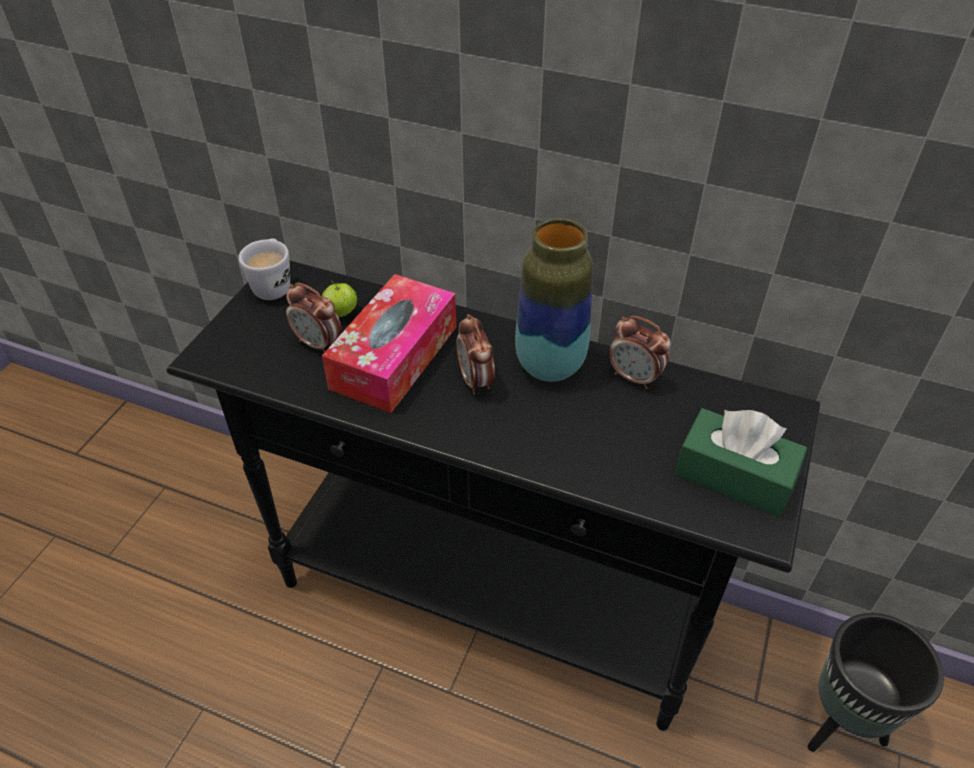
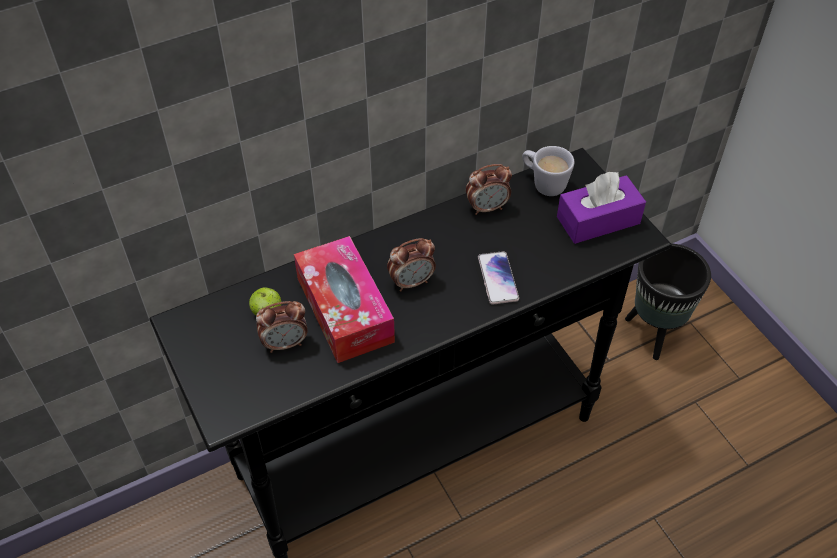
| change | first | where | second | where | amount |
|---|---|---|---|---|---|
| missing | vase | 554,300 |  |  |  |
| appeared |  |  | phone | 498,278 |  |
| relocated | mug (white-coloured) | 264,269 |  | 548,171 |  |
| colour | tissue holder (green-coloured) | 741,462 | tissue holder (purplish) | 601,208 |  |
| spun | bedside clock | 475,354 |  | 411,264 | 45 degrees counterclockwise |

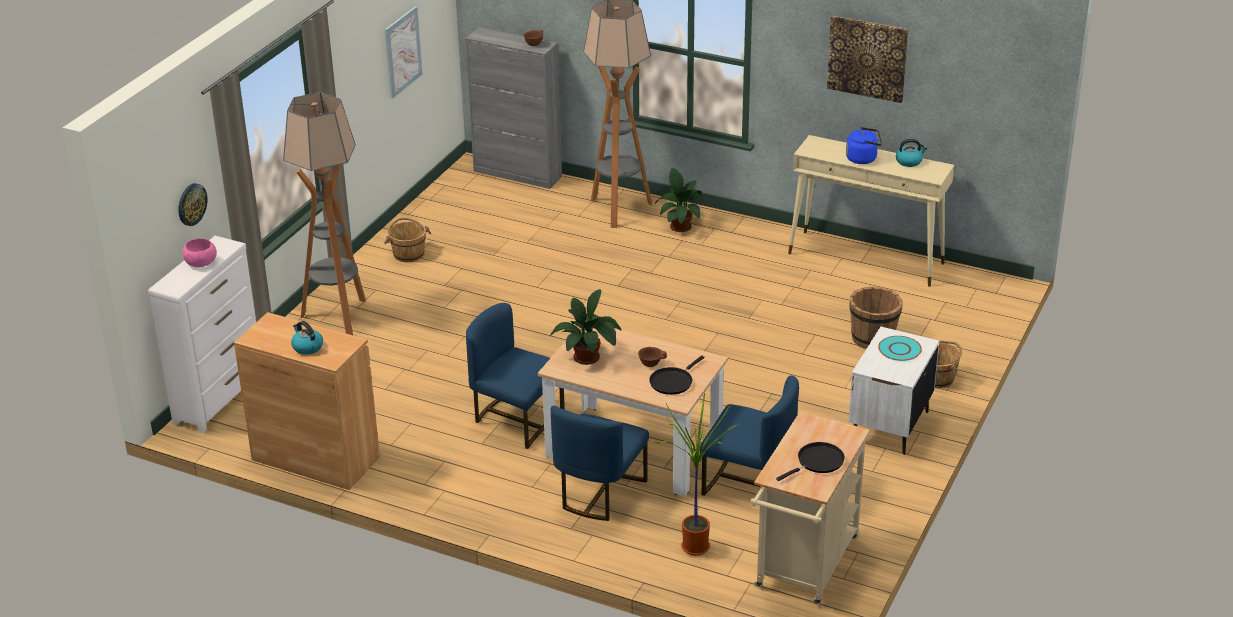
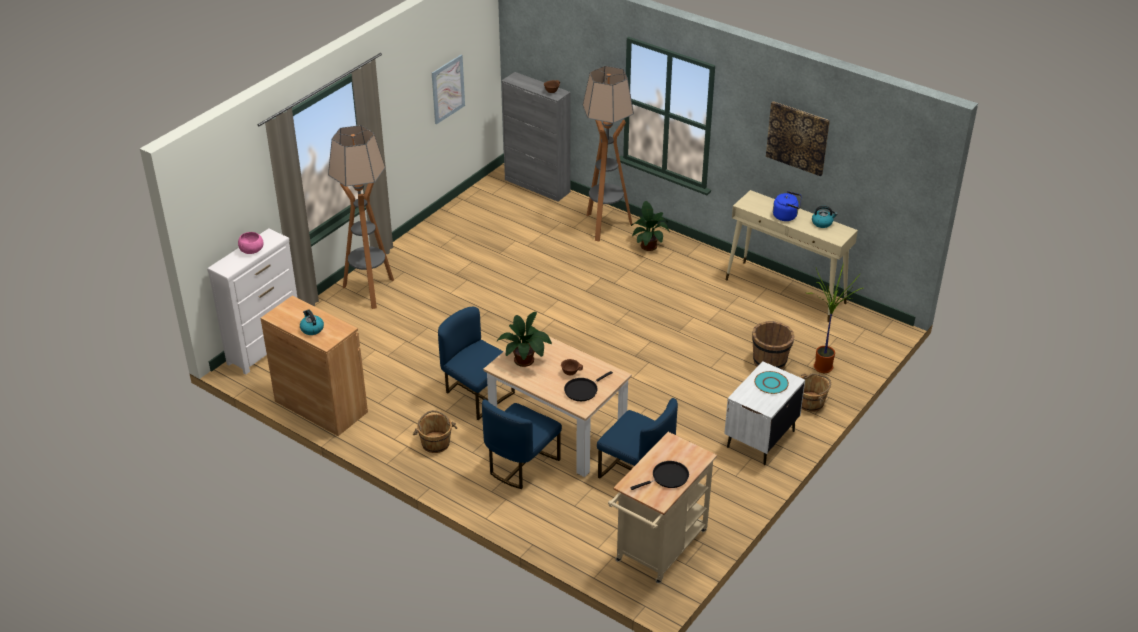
| change | first | where | second | where | amount |
|---|---|---|---|---|---|
| missing | wall clock | 193,204 |  |  |  |
| relocated | water bucket (brown-coloured) | 407,240 |  | 435,431 |  |
| relocated | plant in a pot | 696,474 |  | 834,318 |  |

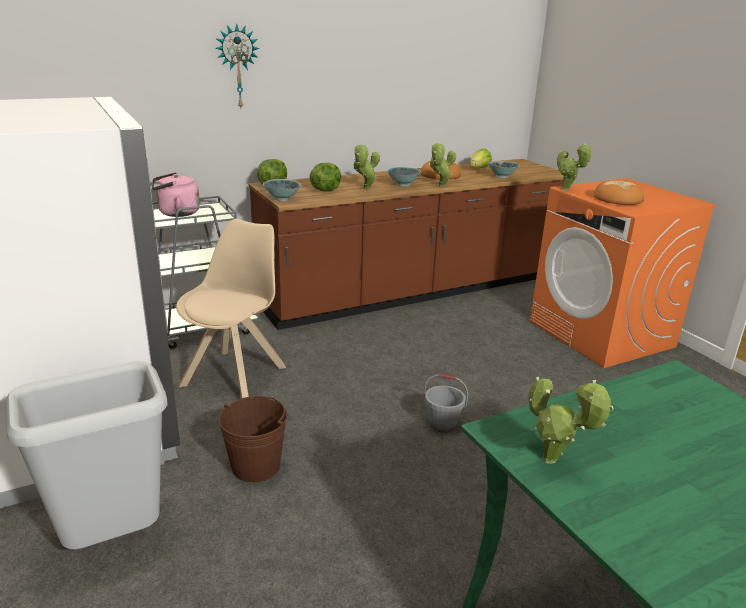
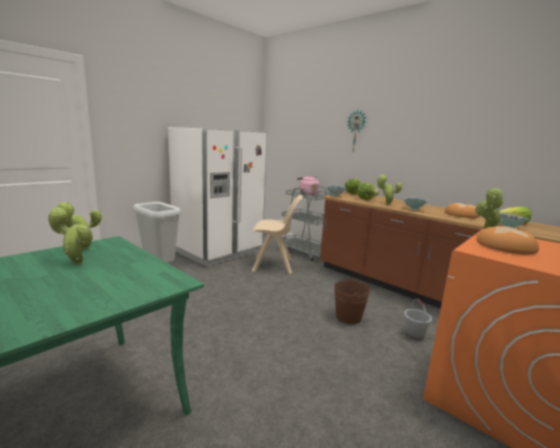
| change | first | where | second | where | amount |
|---|---|---|---|---|---|
| relocated | water bucket (brown-coloured) | 253,439 |  | 352,301 |  |
| relocated | water bucket (grey) | 445,403 |  | 418,319 |  |
| relocated | plant in a pot | 443,165 |  | 69,236 |  |

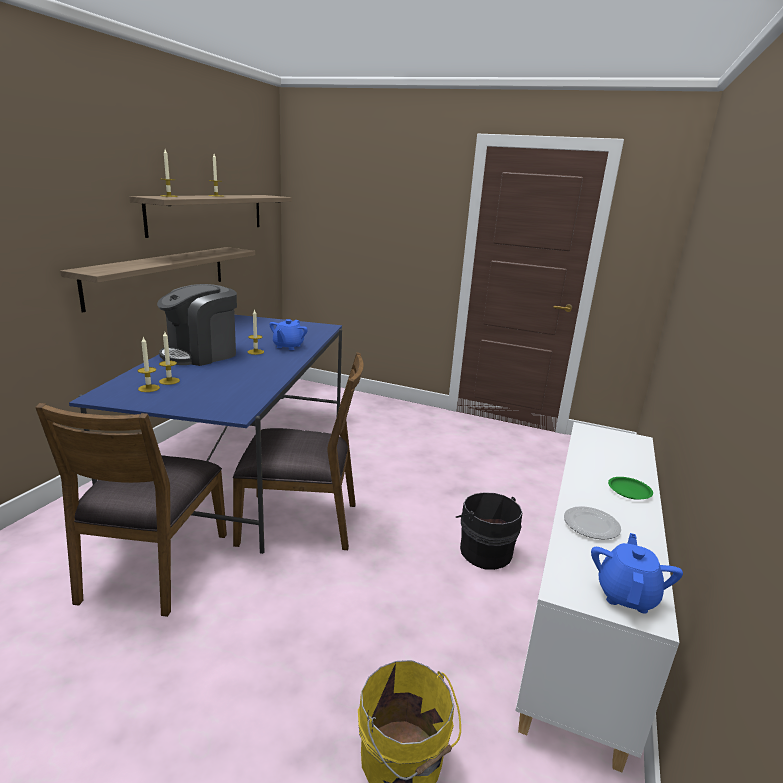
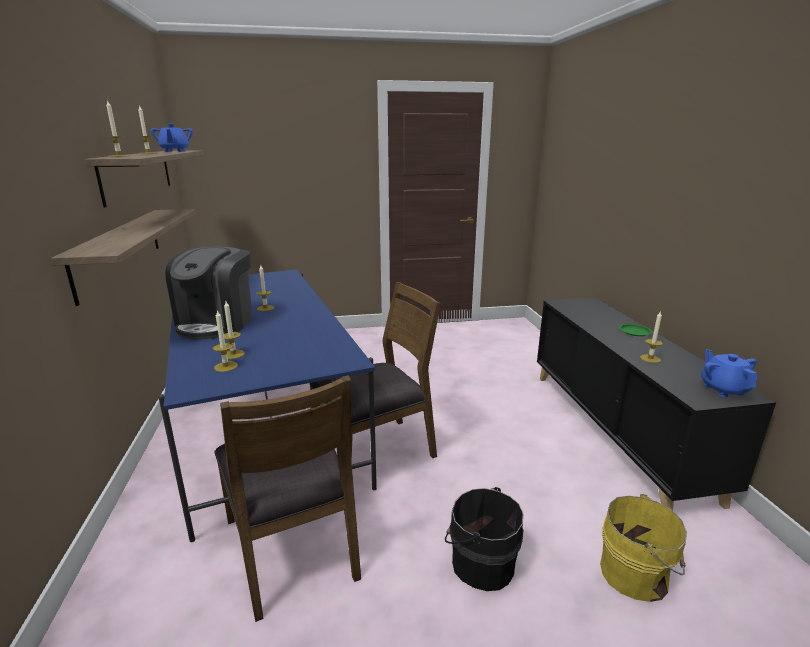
| change | first | where | second | where | amount |
|---|---|---|---|---|---|
| relocated | pot for tea (bluish) | 288,334 |  | 172,138 |  |
| relocated | water bucket (blackish) | 489,531 |  | 484,539 |  |
| exchanged | flat dish | 592,523 | wax light | 651,337 |  |
| colour | cupboard (white-coloured) | 597,597 | cupboard (blackish) | 656,403 |  |

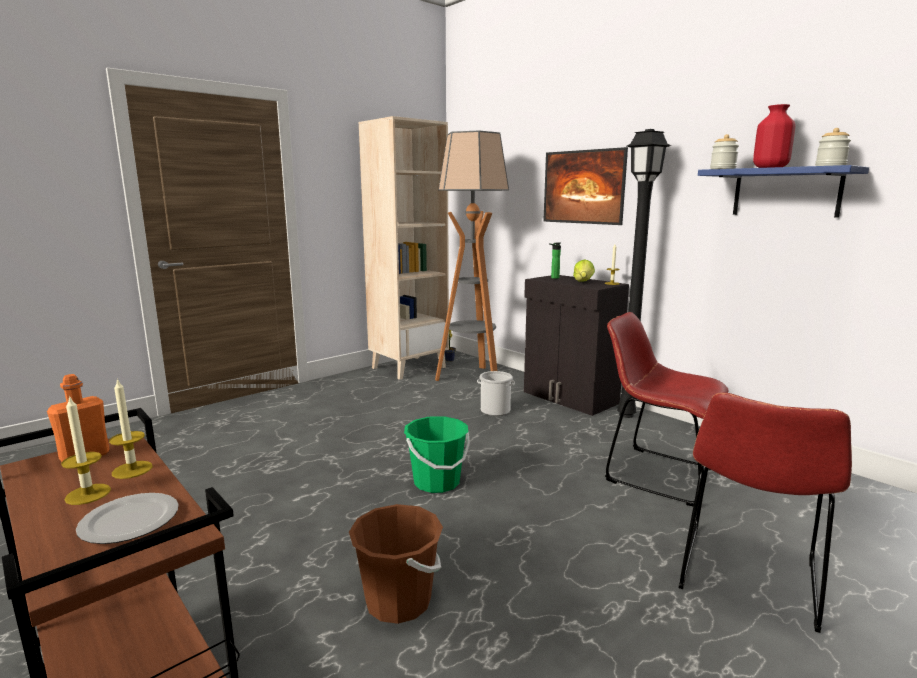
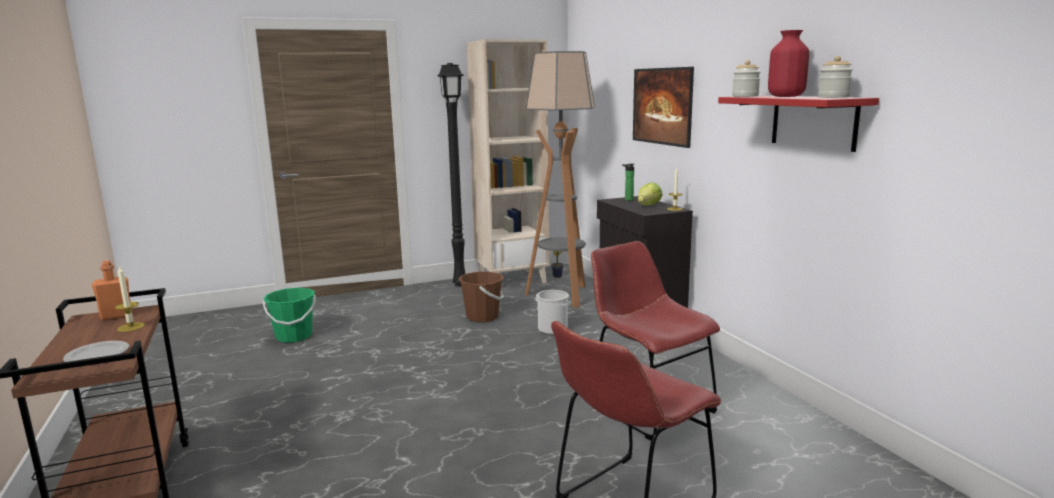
| change | first | where | second | where | amount |
|---|---|---|---|---|---|
| missing | wax light | 86,450 |  |  |  |
| relocated | water bucket (brown-coloured) | 396,564 |  | 481,297 |  |
| relocated | water bucket (green-coloured) | 437,454 |  | 289,315 |  |
| relocated | standing lamp (blackish) | 644,273 |  | 451,175 |  |
| colour | bracket shelf (bluish) | 783,191 | bracket shelf (red-coloured) | 798,124 |  |

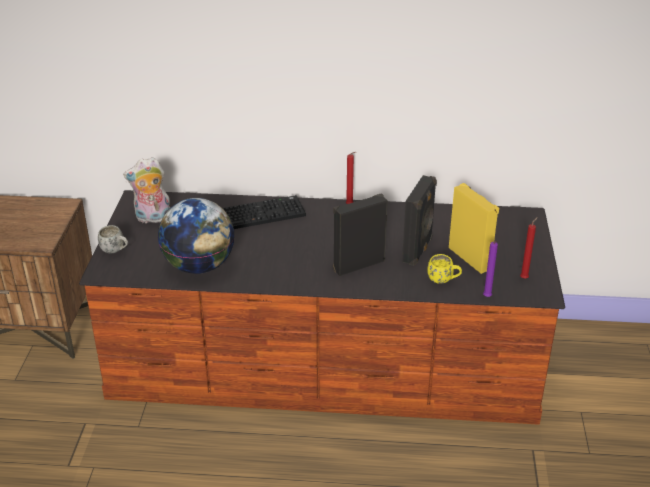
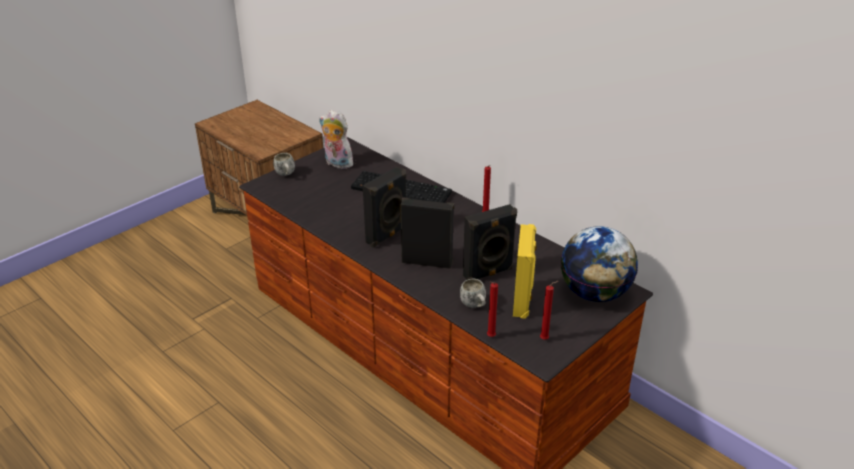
| change | first | where | second | where | amount |
|---|---|---|---|---|---|
| appeared |  |  | loudspeaker (blackish) | 384,207 |  |
| relocated | globe | 196,236 |  | 599,264 |  |
| colour | mug (yellowish) | 444,269 | mug (white-coloured) | 473,293 |  |
| colour | wax light (purplish) | 490,269 | wax light (red-coloured) | 492,309 |  |

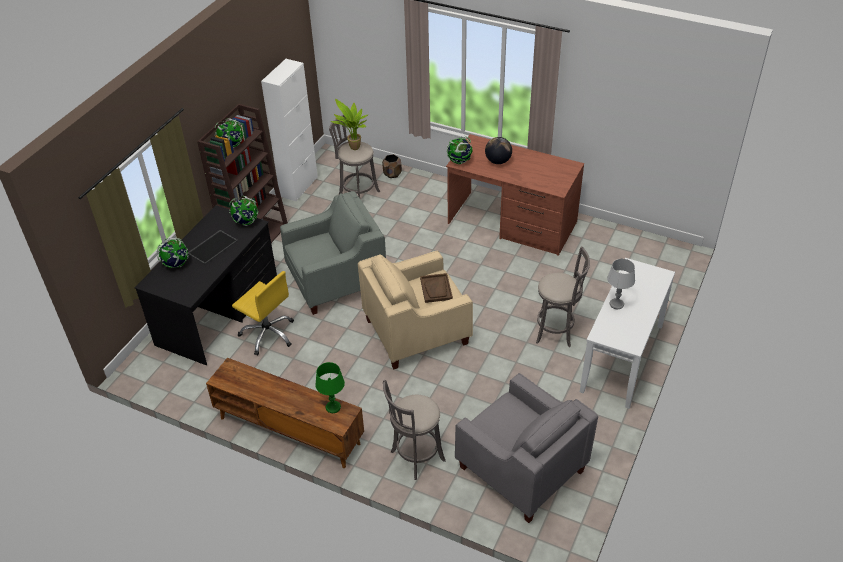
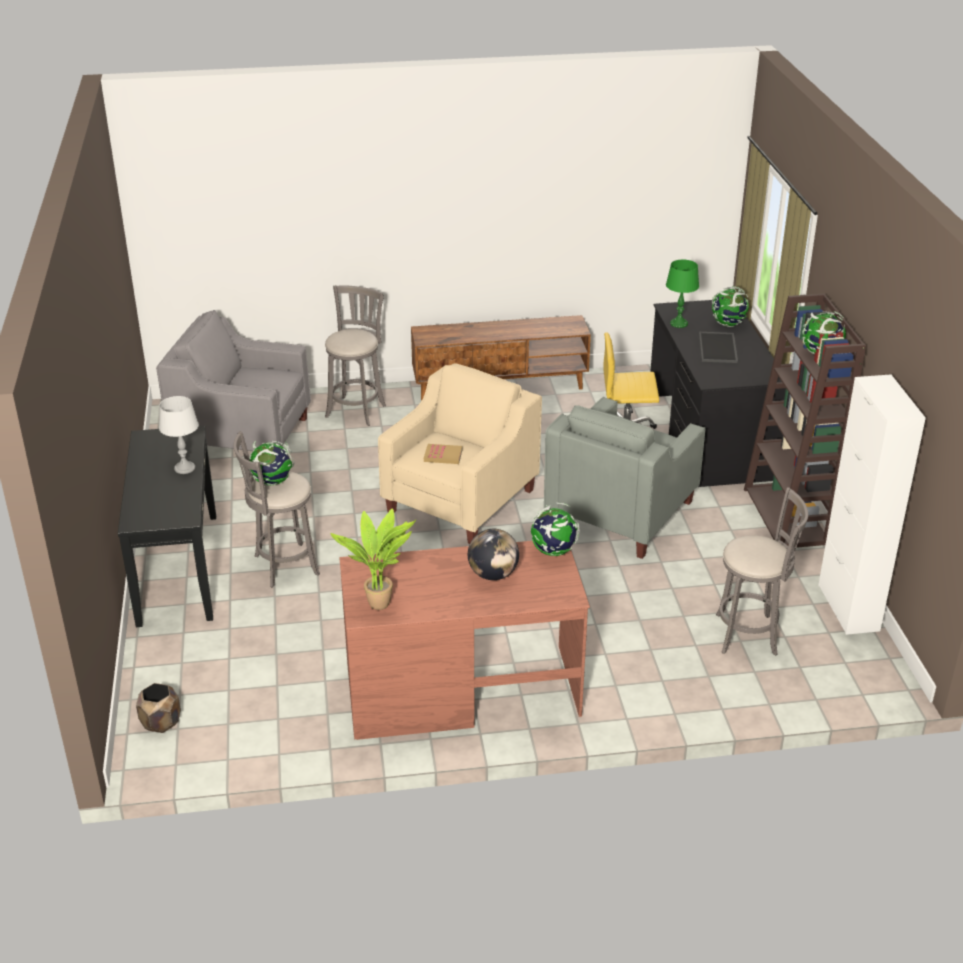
| change | first | where | second | where | amount |
|---|---|---|---|---|---|
| relocated | globe | 243,211 |  | 271,463 |  |
| relocated | table lamp (green-coloured) | 330,387 |  | 682,294 |  |
| relocated | plant in a pot | 350,124 |  | 373,559 |  |
| relocated | flower pot (brown-coloured) | 392,166 |  | 158,708 |  |
| exchanged | serving tray (brown-coloured) | 436,288 | bound book | 443,454 |  |
| colour | console table (white-coloured) | 627,333 | console table (blackish) | 167,526 |  |

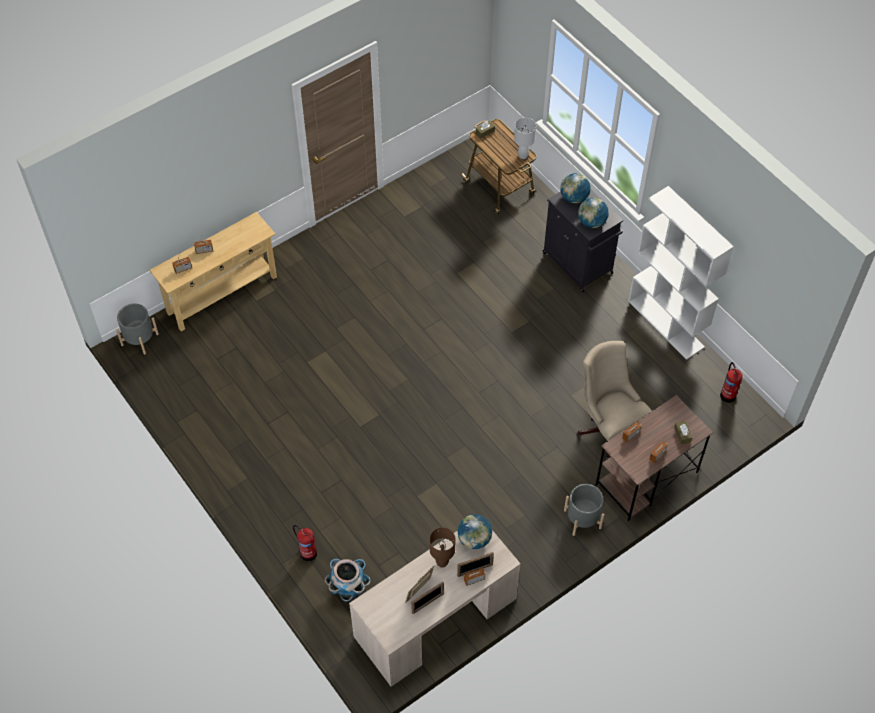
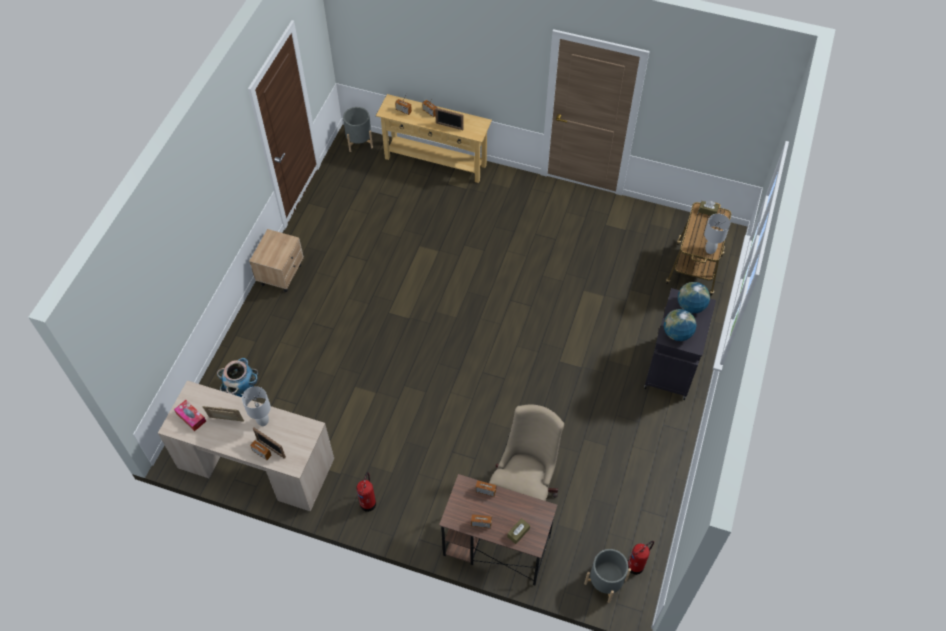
| change | first | where | second | where | amount |
|---|---|---|---|---|---|
| missing | globe | 474,531 |  |  |  |
| missing | shelving unit (white-coloured) | 681,273 |  |  |  |
| appeared |  |  | tissue holder | 190,415 |  |
| appeared |  |  | bedside table (beige-coloured) | 276,261 |  |
| relocated | fire-fighting cylinder | 305,543 |  | 366,492 |  |
| relocated | standing frame | 427,597 |  | 449,119 |  |
| relocated | flower pot (grey) | 584,510 |  | 607,576 |  |
| colour | table lamp (brown-coloured) | 443,547 | table lamp (white-coloured) | 256,406 |  |

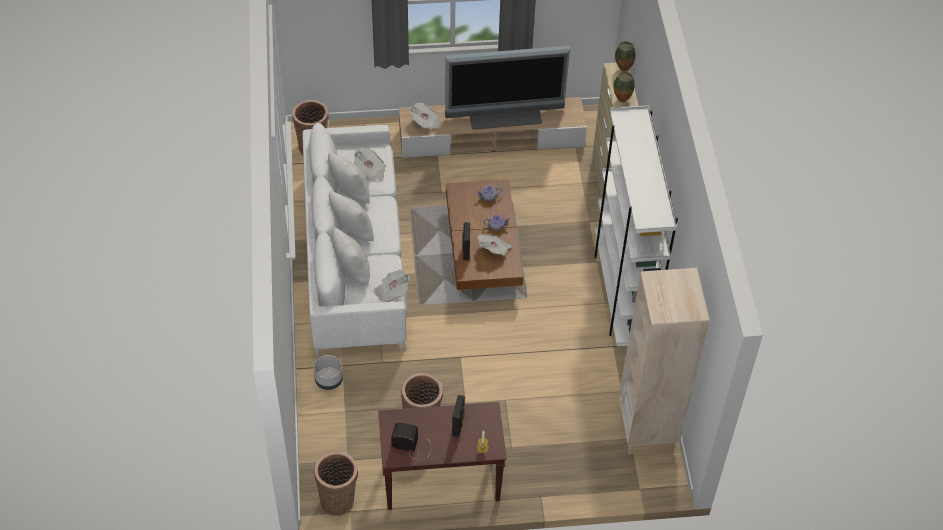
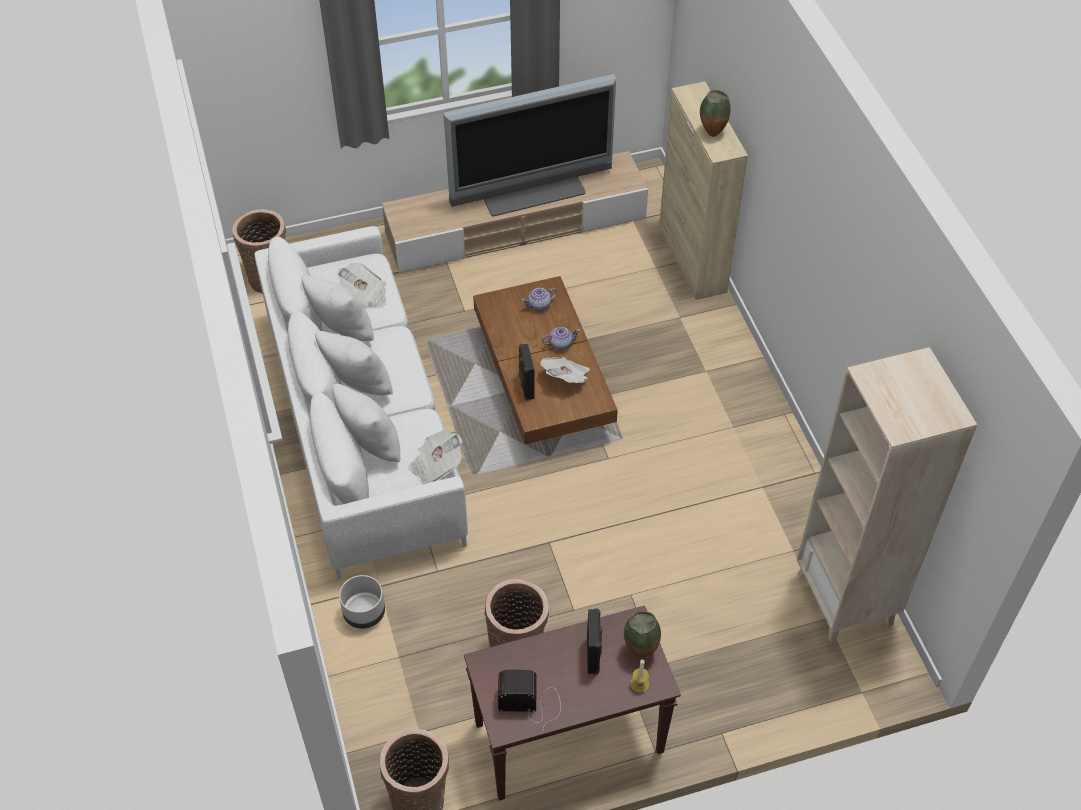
| change | first | where | second | where | amount |
|---|---|---|---|---|---|
| missing | newspaper | 425,116 |  |  |  |
| missing | shelving unit (white-coloured) | 636,226 |  |  |  |
| relocated | vase | 625,56 |  | 642,634 |  |

